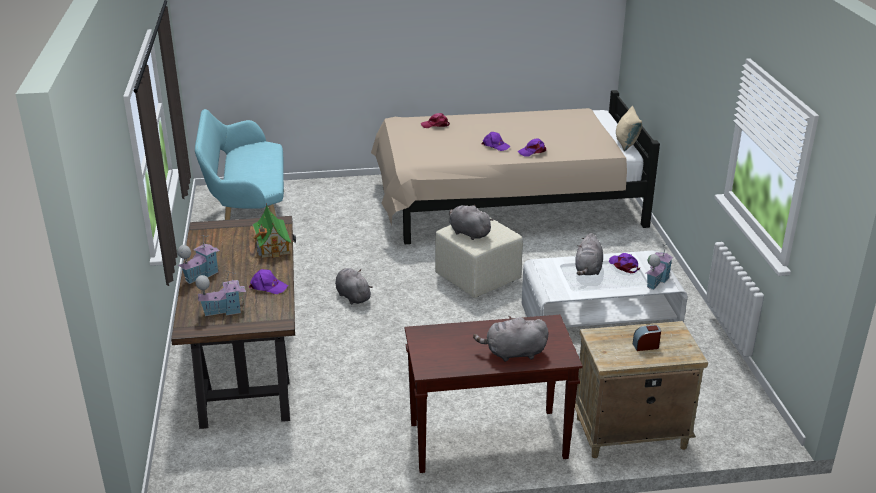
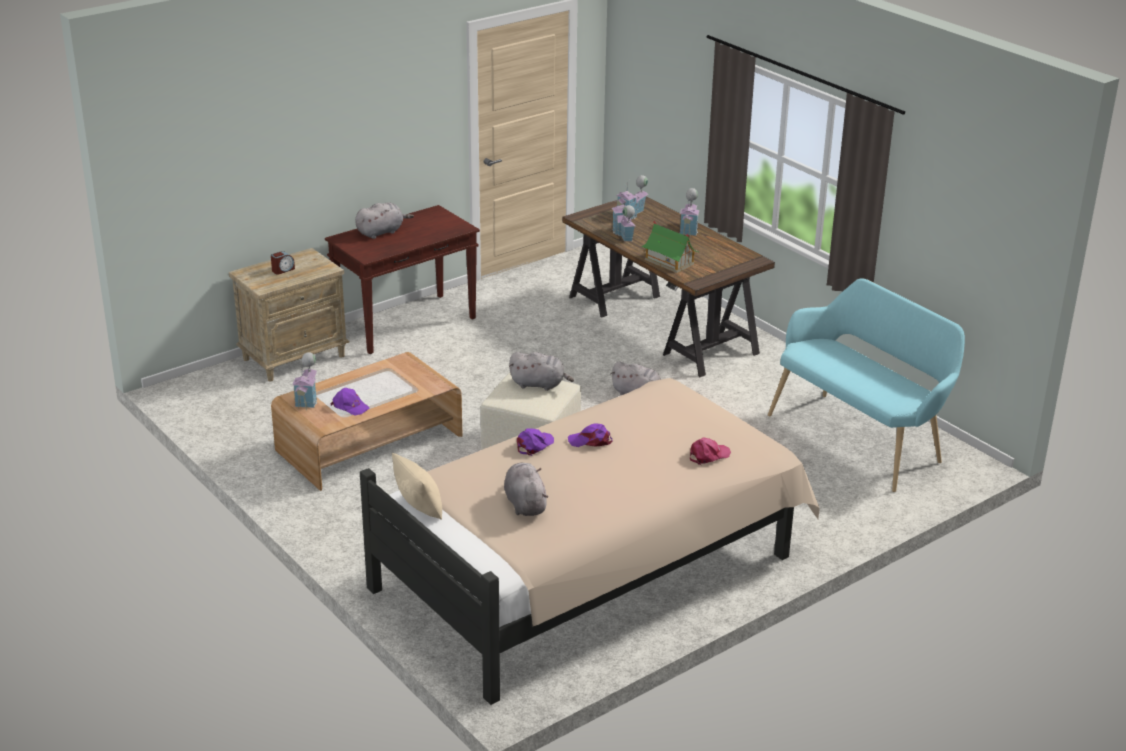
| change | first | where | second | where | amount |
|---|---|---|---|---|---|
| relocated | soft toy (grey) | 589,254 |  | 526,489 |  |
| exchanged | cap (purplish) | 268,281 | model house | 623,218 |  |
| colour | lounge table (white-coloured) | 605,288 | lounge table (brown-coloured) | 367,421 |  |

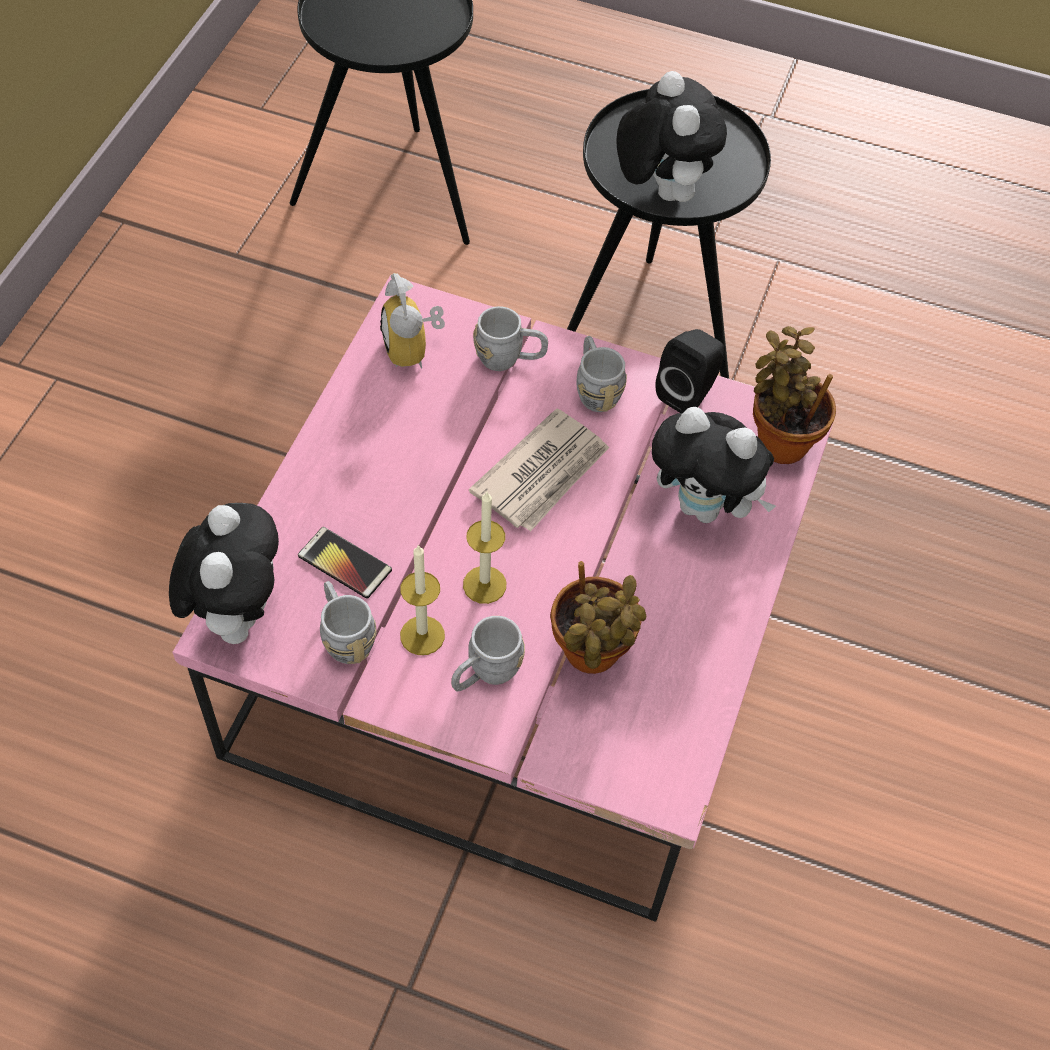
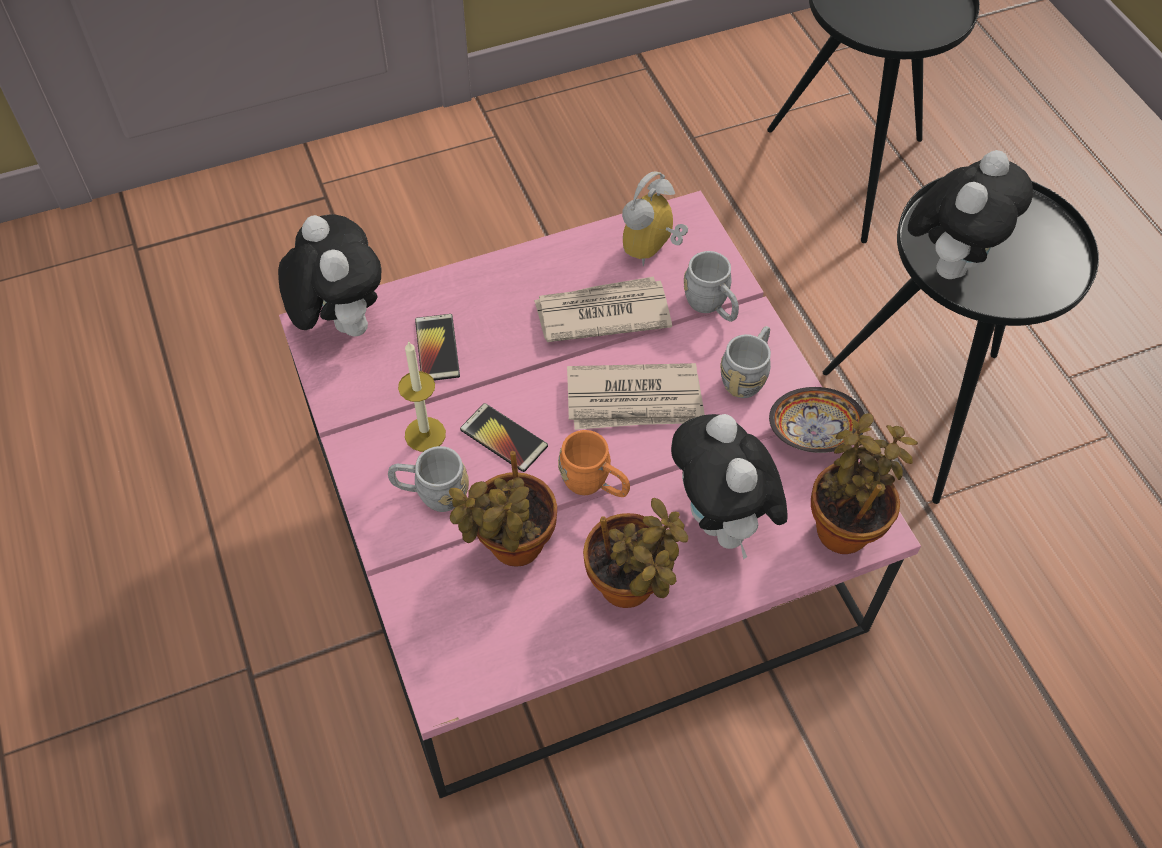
| change | first | where | second | where | amount |
|---|---|---|---|---|---|
| missing | mug (grey) | 348,622 |  |  |  |
| appeared |  |  | newspaper | 603,309 |  |
| appeared |  |  | mug (orange-coloured) | 594,463 |  |
| appeared |  |  | plant in a pot | 635,553 |  |
| exchanged | wax light | 484,548 | phone | 504,437 |  |
| exchanged | loudspeaker (blackish) | 689,371 | serving bowl | 817,420 |  |
| spun | soft toy | 224,573 |  | 329,275 | 75 degrees counterclockwise |

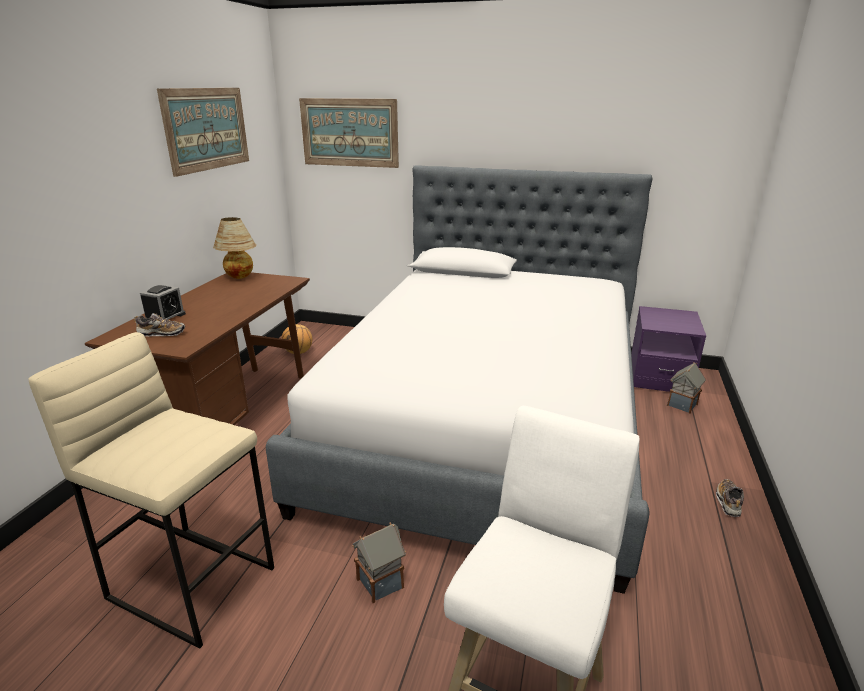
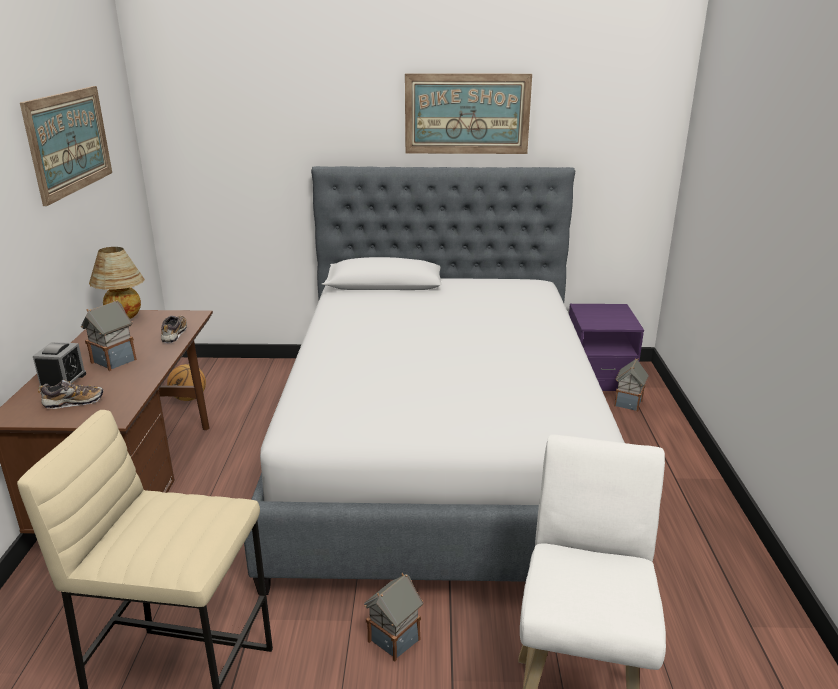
| change | first | where | second | where | amount |
|---|---|---|---|---|---|
| appeared |  |  | model house | 109,335 |  |
| relocated | wall picture | 349,133 |  | 468,113 |  |
| relocated | shoe | 730,498 |  | 174,329 |  |

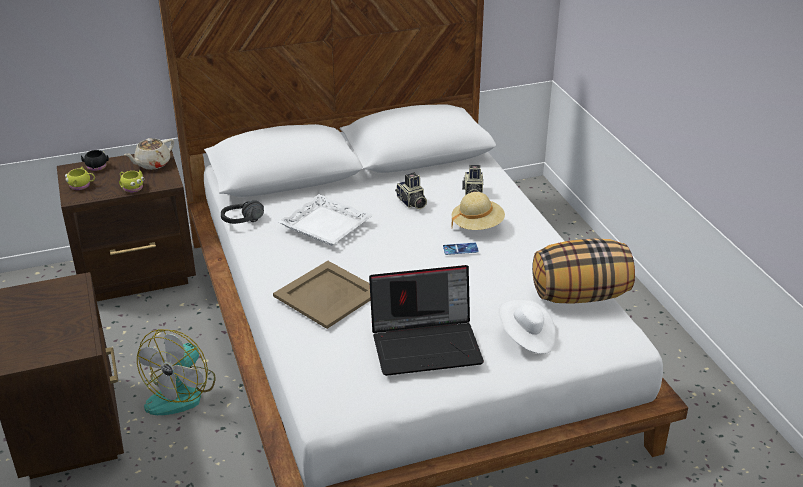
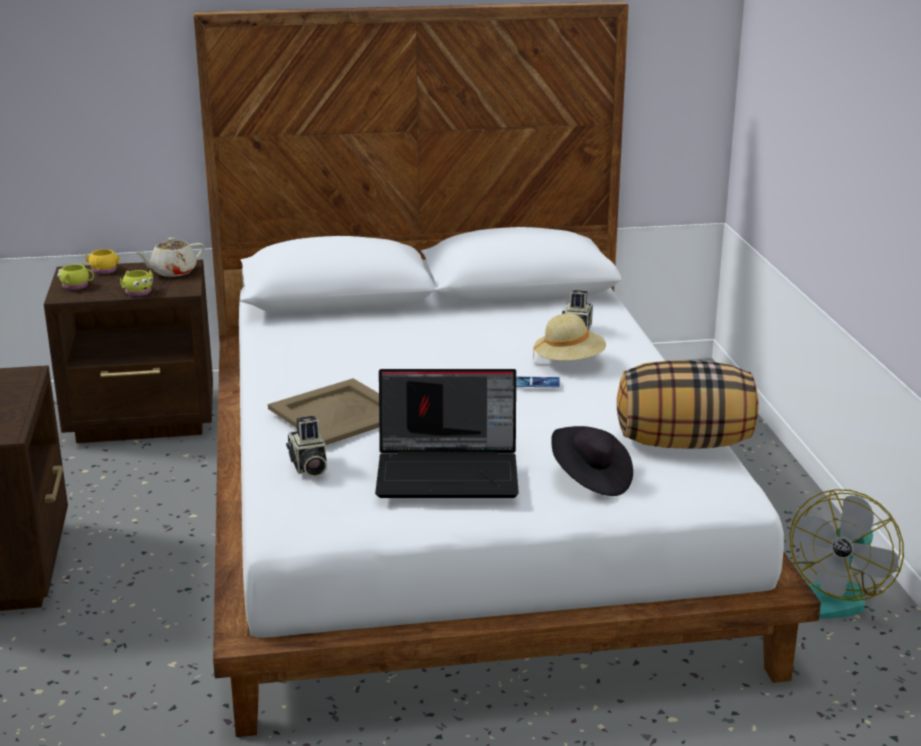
| change | first | where | second | where | amount |
|---|---|---|---|---|---|
| missing | pair of headphones (blackish) | 242,212 |  |  |  |
| missing | serving tray (white-coloured) | 325,220 |  |  |  |
| relocated | electric fan | 176,372 |  | 847,554 |  |
| relocated | photo camera | 411,191 |  | 306,446 |  |
| colour | mug (blackish) | 95,160 | mug (yellowish) | 103,261 |  |
| colour | wearable hat (white-coloured) | 527,326 | wearable hat (blackish) | 592,461 |  |

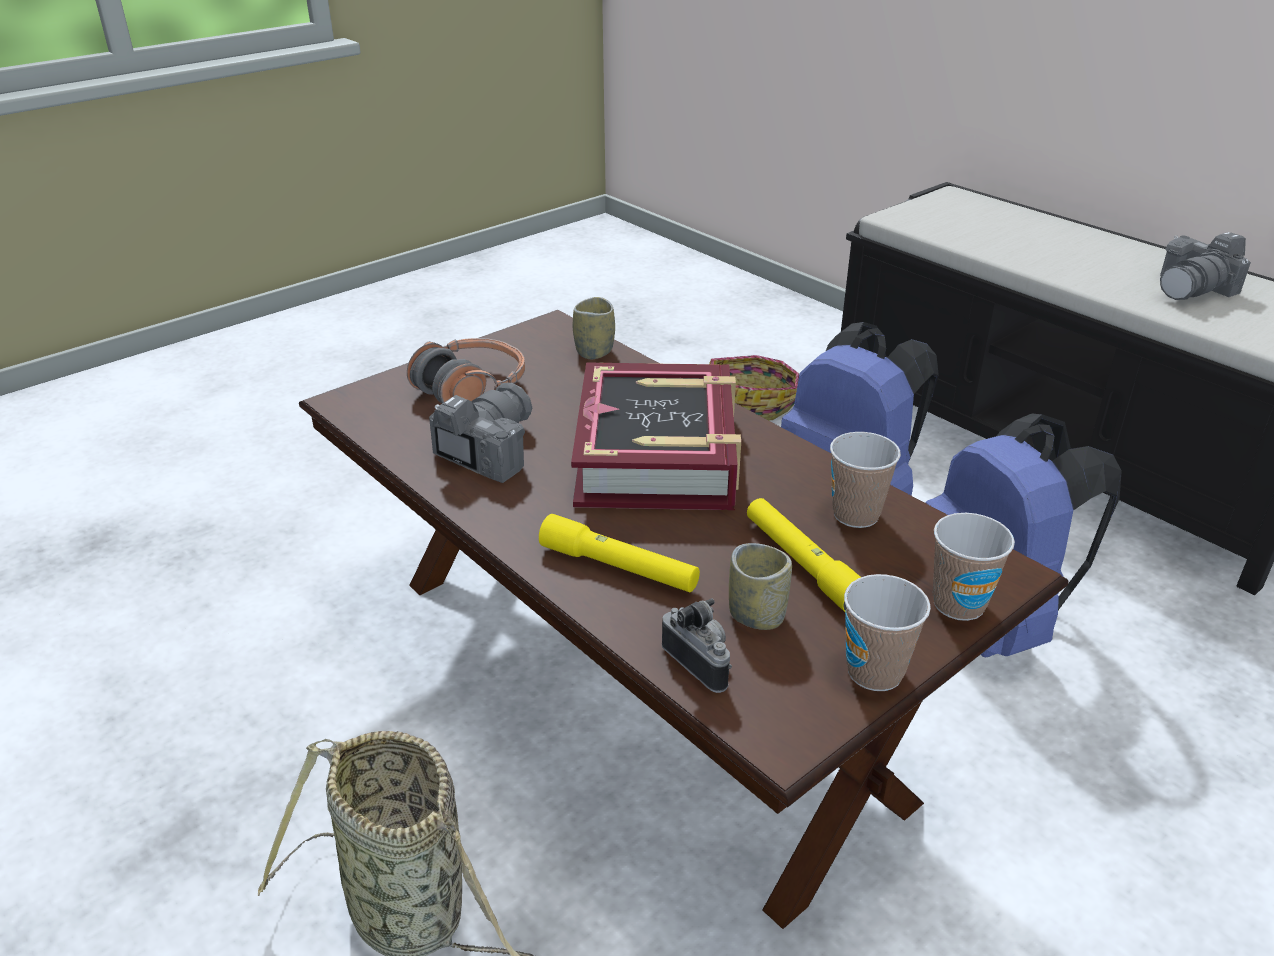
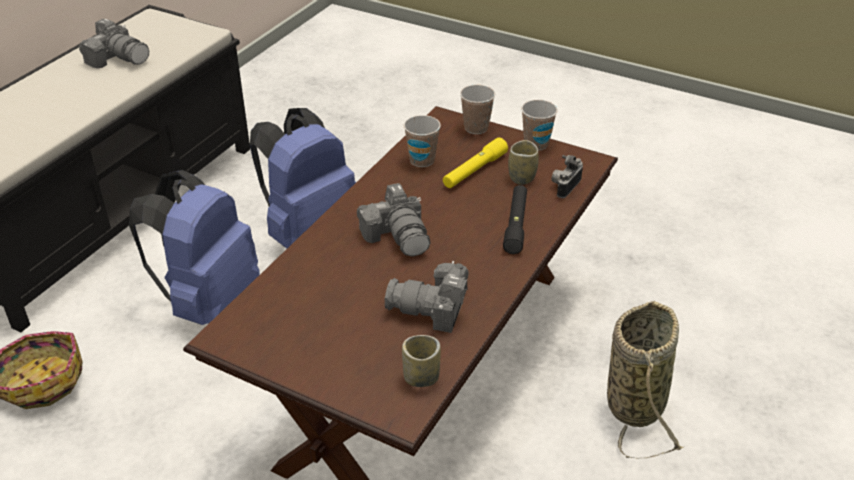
| change | first | where | second | where | amount |
|---|---|---|---|---|---|
| missing | pair of headphones | 466,370 |  |  |  |
| relocated | drinking cup | 594,328 |  | 421,361 |  |
| exchanged | bound book | 656,436 | photo camera | 394,220 |  |
| colour | hand torch (yellowish) | 619,553 | hand torch (blackish) | 515,219 |  |

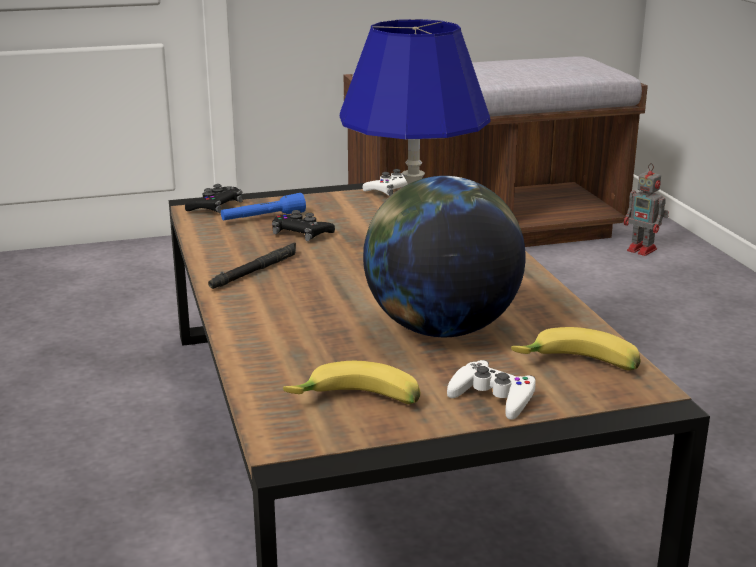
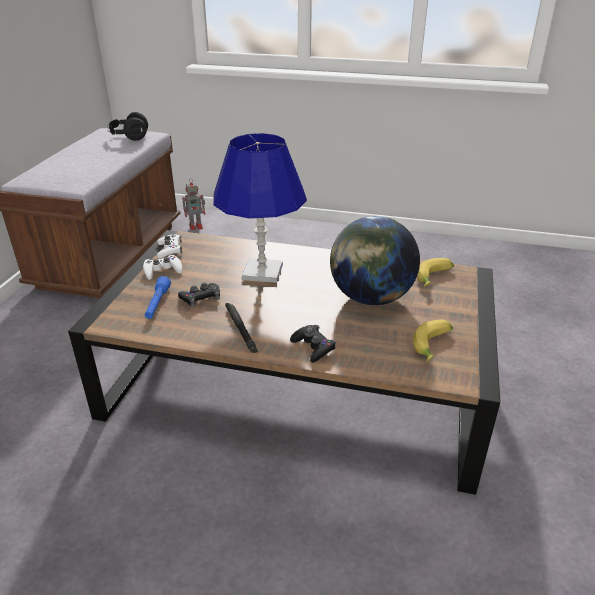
| change | first | where | second | where | amount |
|---|---|---|---|---|---|
| appeared |  |  | pair of headphones (blackish) | 127,126 |  |
| relocated | game controller (blackish) | 213,198 |  | 313,344 |  |
| relocated | game controller (white-coloured) | 491,390 |  | 163,267 |  |

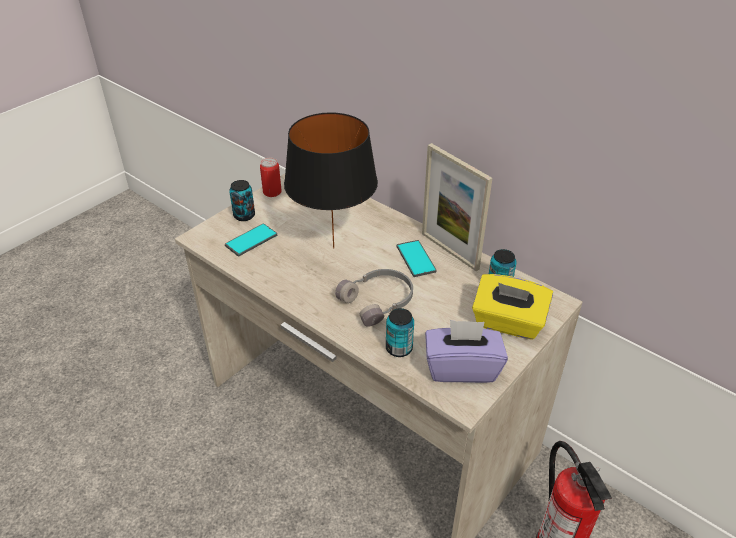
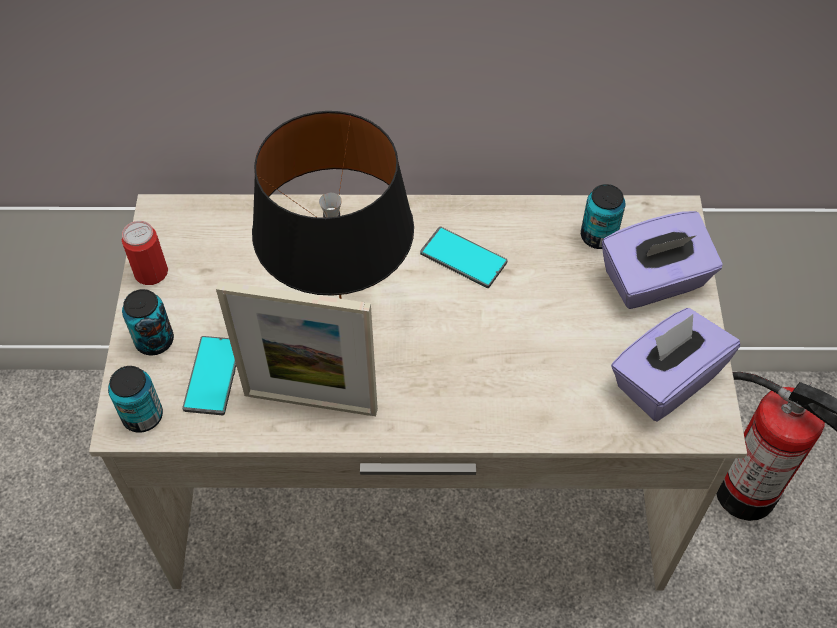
| change | first | where | second | where | amount |
|---|---|---|---|---|---|
| missing | pair of headphones (grey) | 374,298 |  |  |  |
| relocated | metal can | 400,332 |  | 135,399 |  |
| relocated | standing frame | 457,207 |  | 297,348 |  |
| colour | tissue holder (yellowish) | 512,307 | tissue holder (purplish) | 662,260 |  |

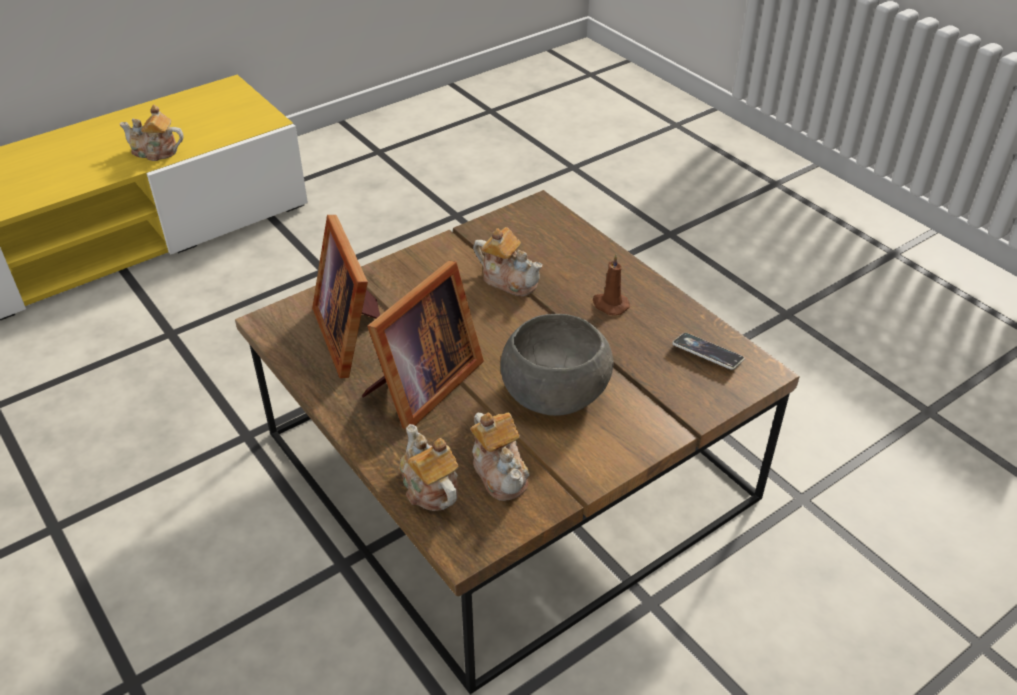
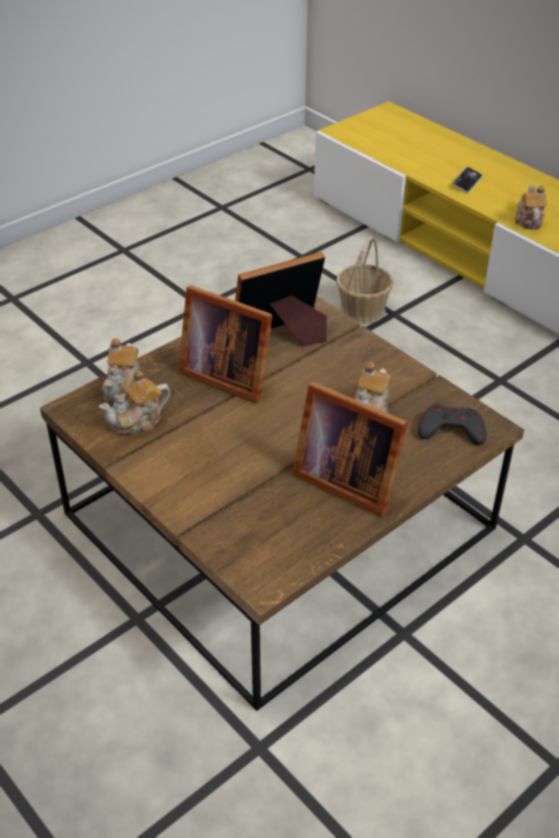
| change | first | where | second | where | amount |
|---|---|---|---|---|---|
| missing | serving bowl (grey) | 557,365 |  |  |  |
| appeared |  |  | basket | 364,280 |  |
| appeared |  |  | game controller (grey) | 452,425 |  |
| relocated | phone | 708,351 |  | 467,180 |  |
| exchanged | wax light (brown-coloured) | 611,284 | standing frame | 350,449 |  |
| spun | pot for tea | 429,467 |  | 121,371 | 135 degrees clockwise |

